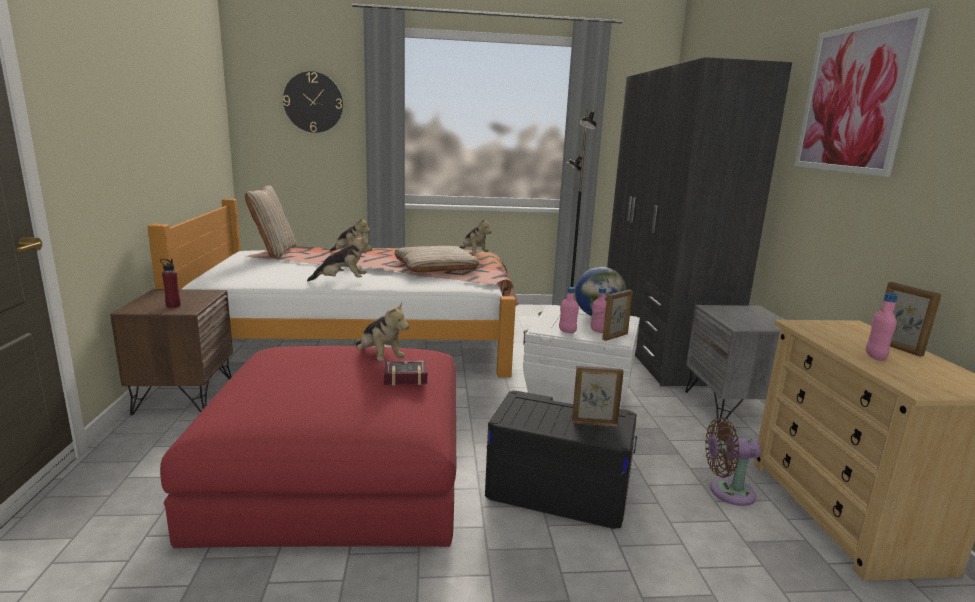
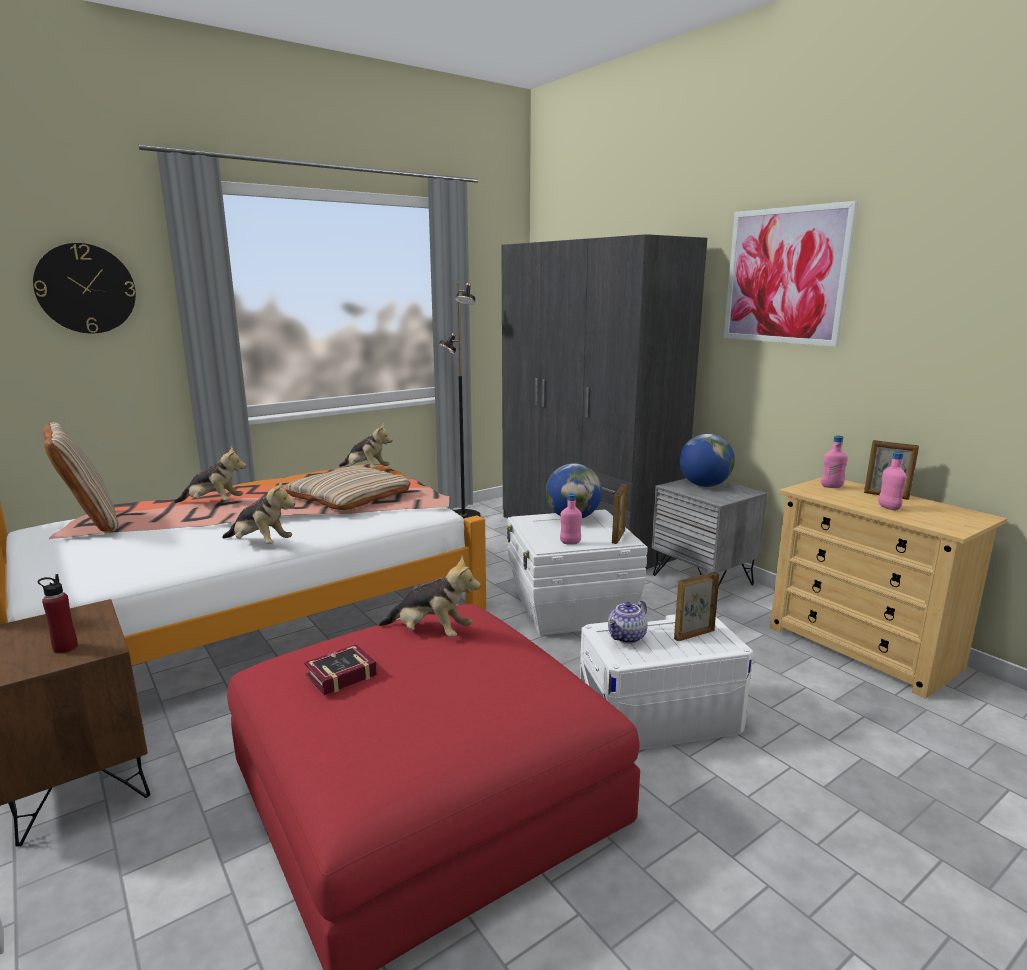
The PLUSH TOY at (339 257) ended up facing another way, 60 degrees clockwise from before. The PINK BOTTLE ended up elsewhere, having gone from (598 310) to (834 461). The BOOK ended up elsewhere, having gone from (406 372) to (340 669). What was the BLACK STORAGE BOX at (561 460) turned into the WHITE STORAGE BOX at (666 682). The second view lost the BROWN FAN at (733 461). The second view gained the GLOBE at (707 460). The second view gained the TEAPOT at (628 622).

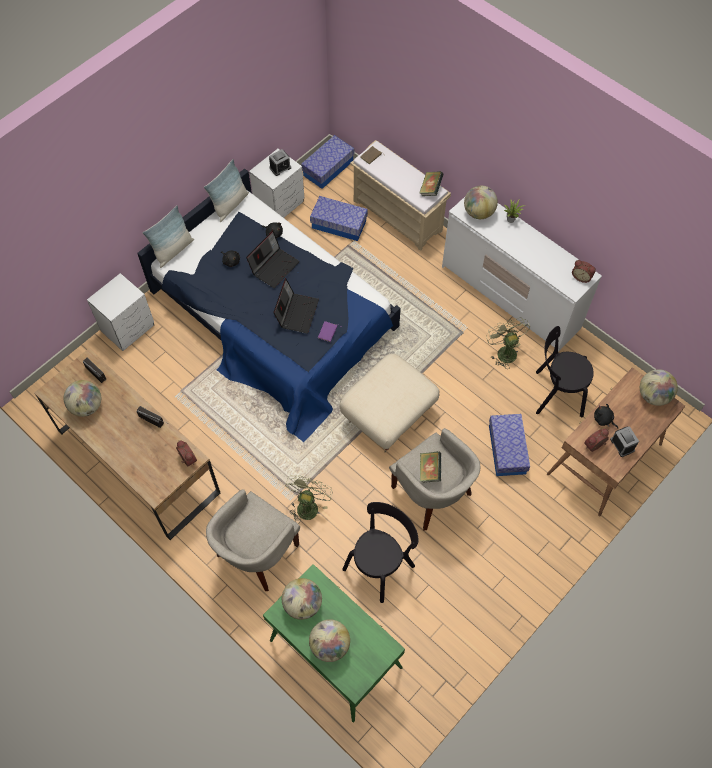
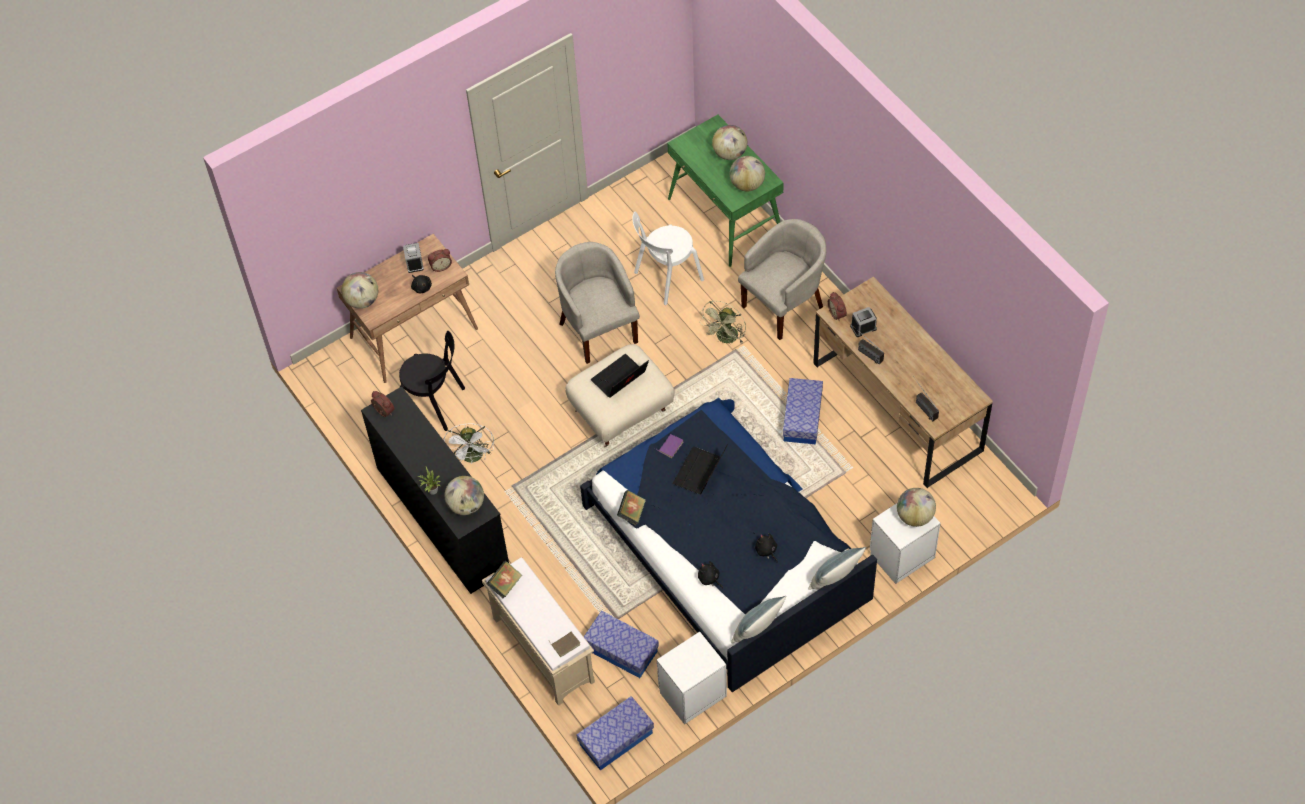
The ALARM CLOCK ended up elsewhere, having gone from (280 162) to (863 322). What was the WHITE DRESSER at (522 274) turned into the BLACK DRESSER at (435 490). The LAPTOP ended up elsewhere, having gone from (273 259) to (620 376). What was the GREEN FAN at (508 342) turned into the WHITE FAN at (469 443). The GLOBE ended up elsewhere, having gone from (82 398) to (916 507). The STORAGE BOX ended up elsewhere, having gone from (509 445) to (803 411). The BOOK ended up elsewhere, having gone from (430 467) to (631 508). What was the BLACK CHAIR at (380 552) turned into the WHITE CHAIR at (668 258).

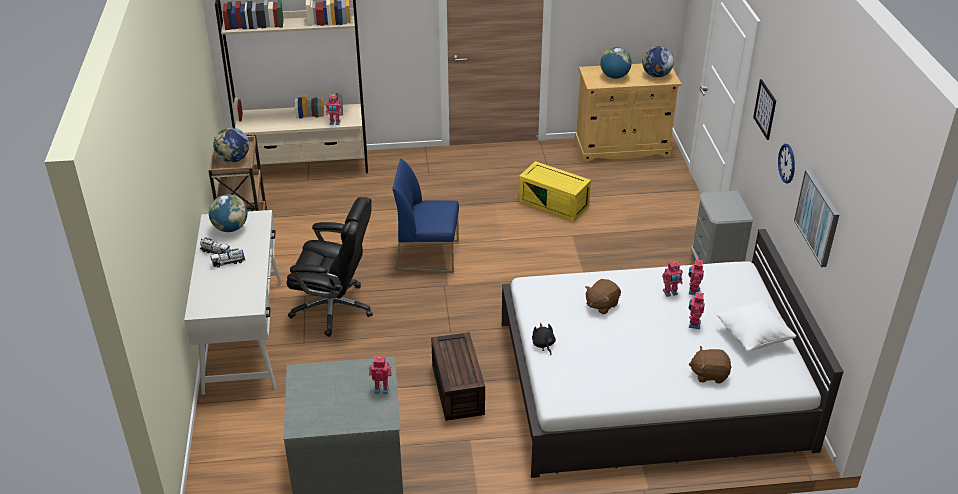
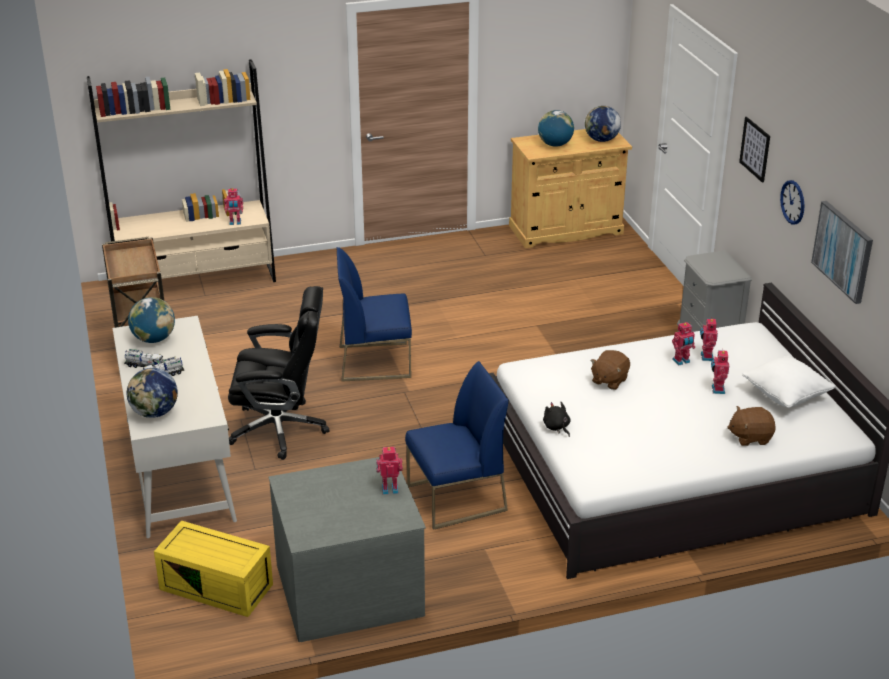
The GLOBE ended up elsewhere, having gone from (231 145) to (152 393). The YELLOW STORAGE BOX ended up elsewhere, having gone from (555 191) to (213 569). Where the BROWN STORAGE BOX stood at (458 376), the BLUE CHAIR came to stand at (457 445).

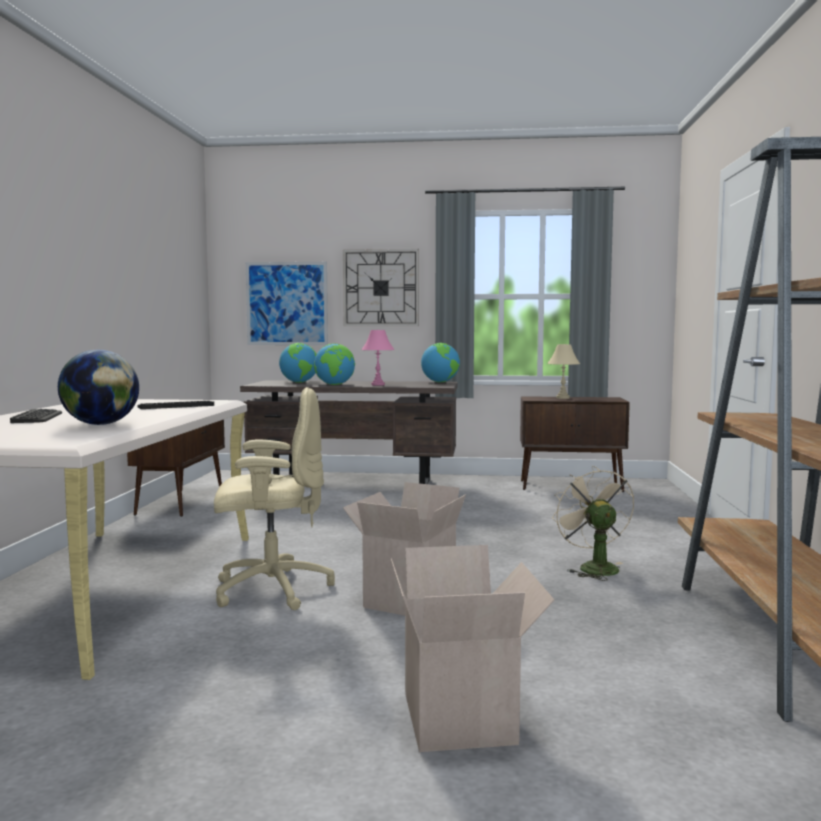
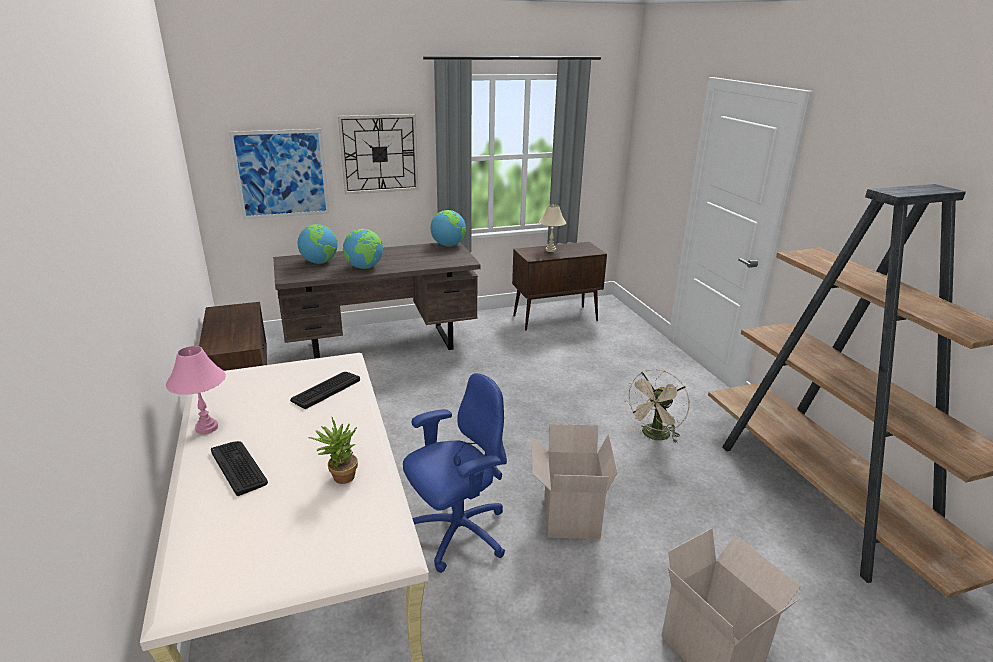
The PINK TABLE LAMP ended up elsewhere, having gone from (377 357) to (196 390). Where the GLOBE stood at (98 387), the POTTED PLANT came to stand at (333 450). What was the BEIGE OFFICE CHAIR at (274 498) turned into the BLUE OFFICE CHAIR at (455 473). The BEIGE FAN at (593 523) ended up facing another way, 105 degrees counterclockwise from before.

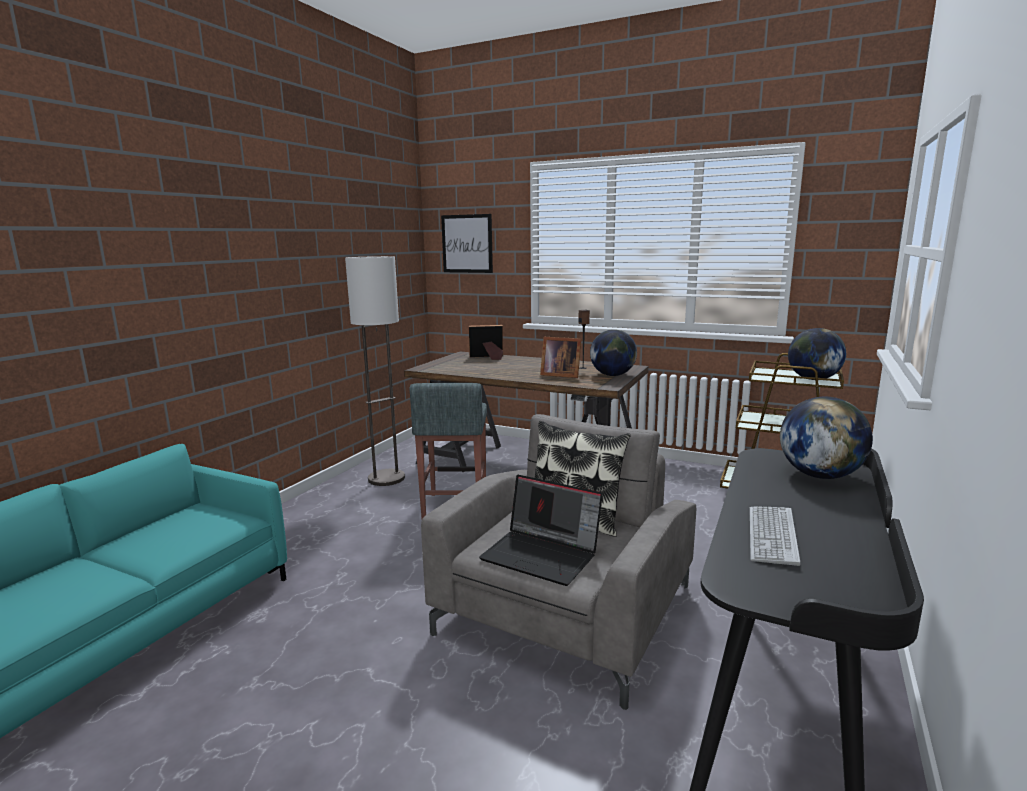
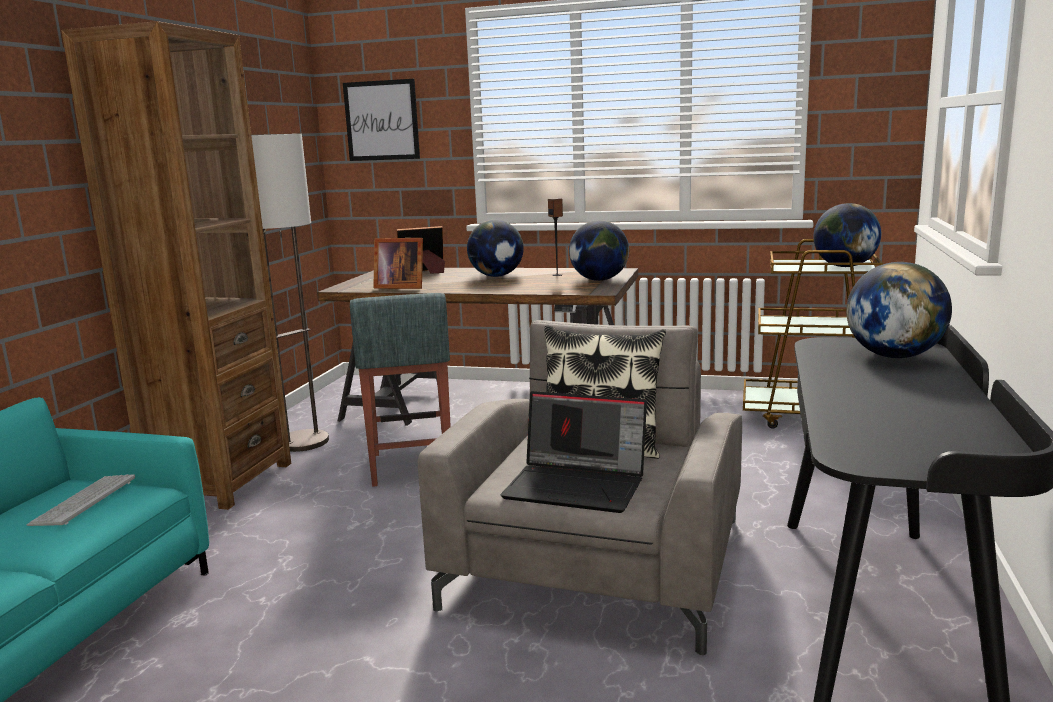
The PICTURE FRAME ended up elsewhere, having gone from (561 357) to (398 263). The KEYBOARD ended up elsewhere, having gone from (775 536) to (80 500). The second view gained the BROWN BOOKCASE at (176 265). The second view gained the GLOBE at (495 248).

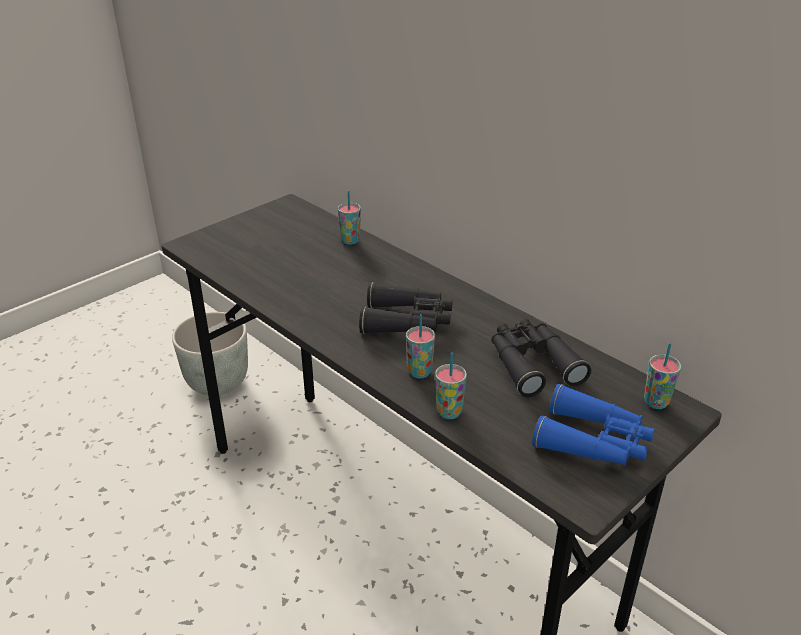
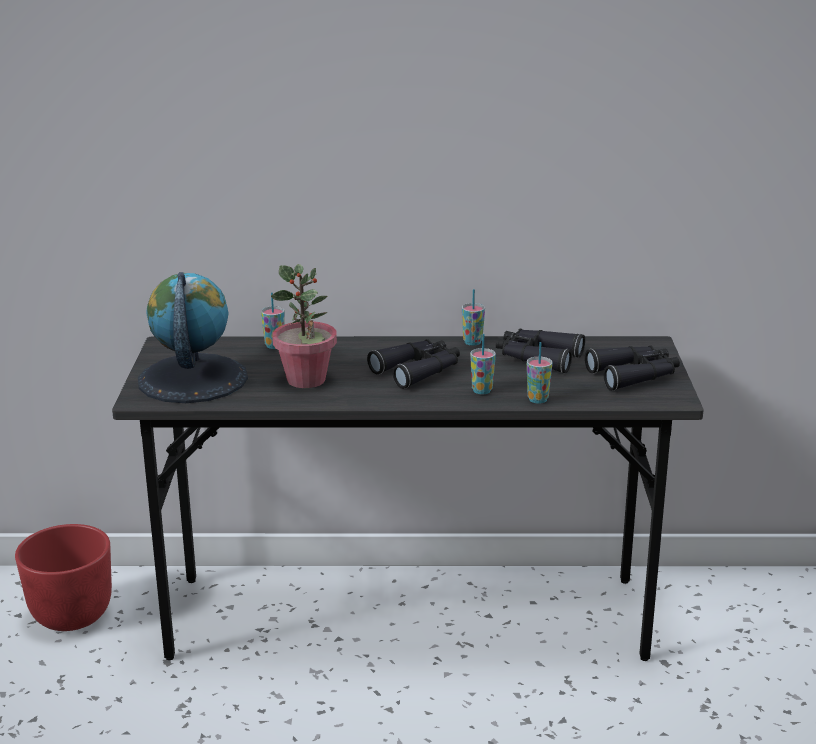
What was the GREY PLANTER at (210 353) turned into the RED PLANTER at (63 577). The CUP ended up elsewhere, having gone from (662 376) to (473 317). What was the BLUE BINOCULARS at (593 425) turned into the BLACK BINOCULARS at (632 368). The second view gained the POTTED PLANT at (304 326). The second view gained the GLOBE at (193 337).

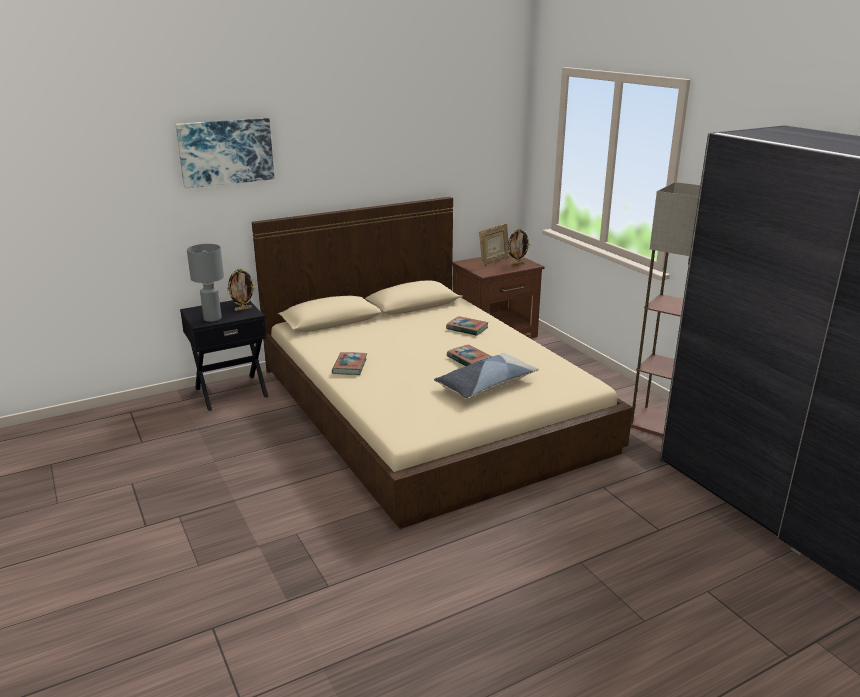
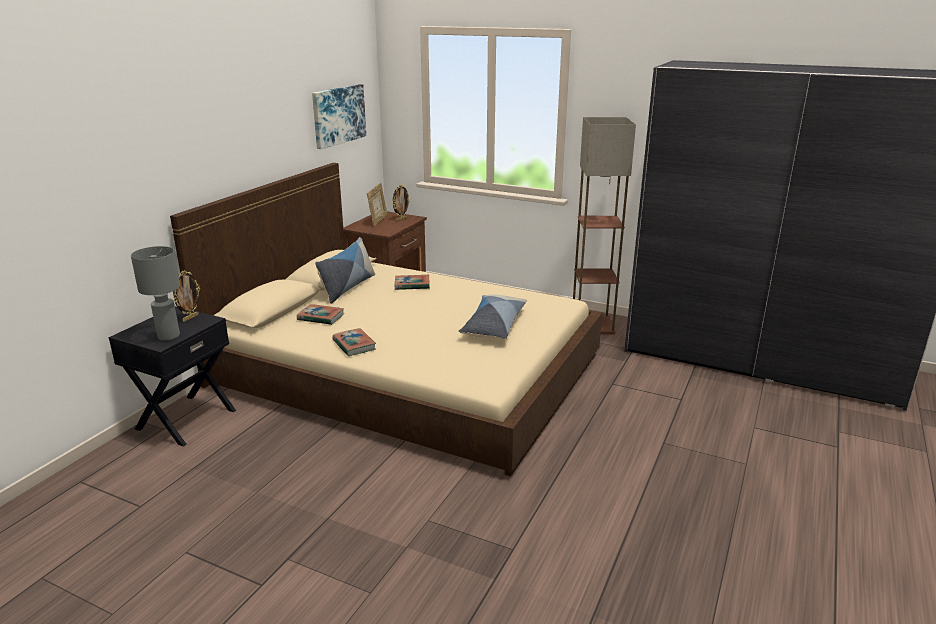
The PICTURE ended up elsewhere, having gone from (224 153) to (339 116). The BOOK ended up elsewhere, having gone from (469 355) to (320 314). The second view gained the PILLOW at (345 270).

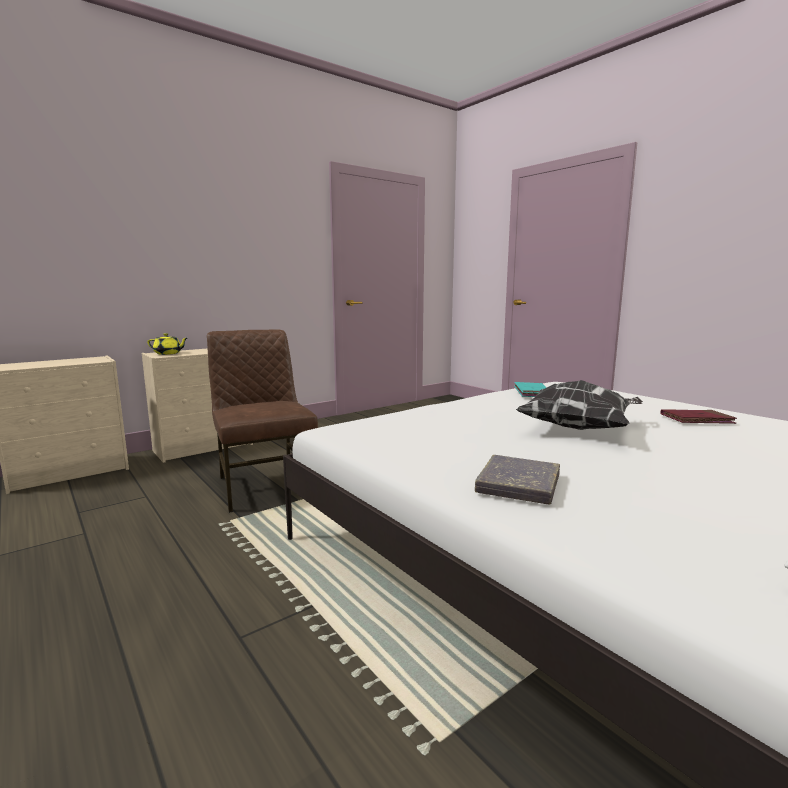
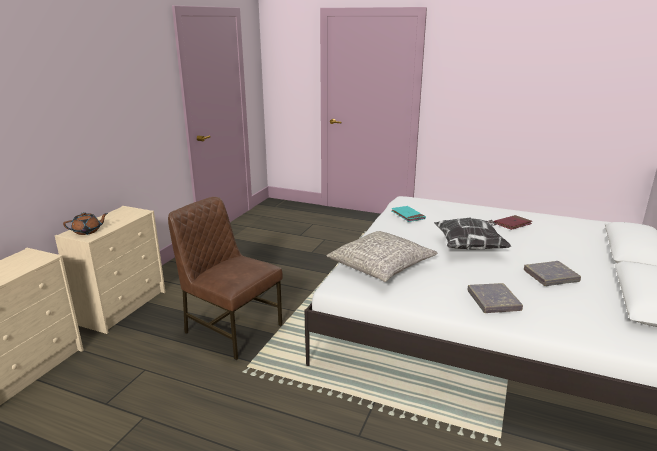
What was the YELLOW TEAPOT at (167 344) turned into the BROWN TEAPOT at (85 223). The second view gained the GREY PILLOW at (382 256). The second view gained the GREY BOOK at (552 273).

